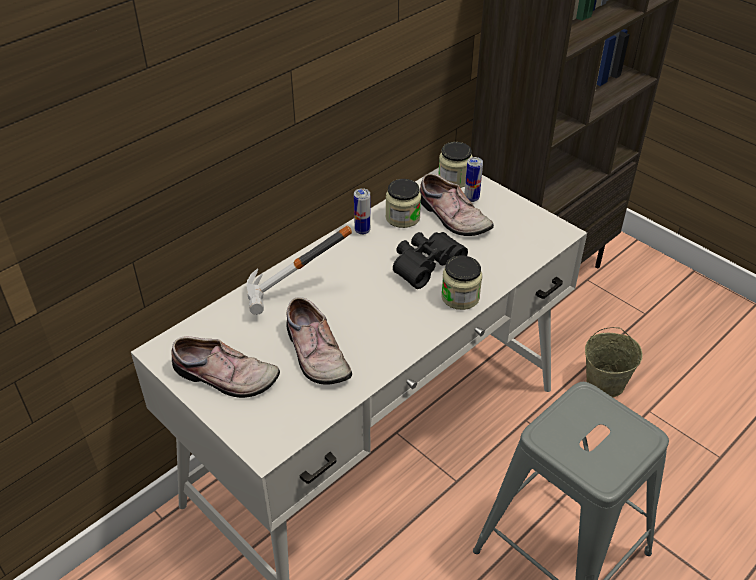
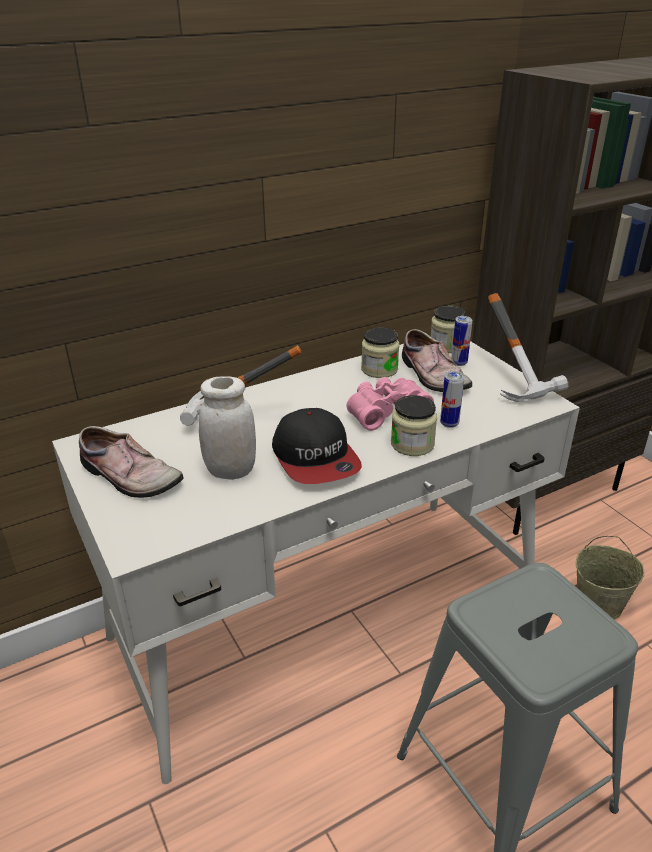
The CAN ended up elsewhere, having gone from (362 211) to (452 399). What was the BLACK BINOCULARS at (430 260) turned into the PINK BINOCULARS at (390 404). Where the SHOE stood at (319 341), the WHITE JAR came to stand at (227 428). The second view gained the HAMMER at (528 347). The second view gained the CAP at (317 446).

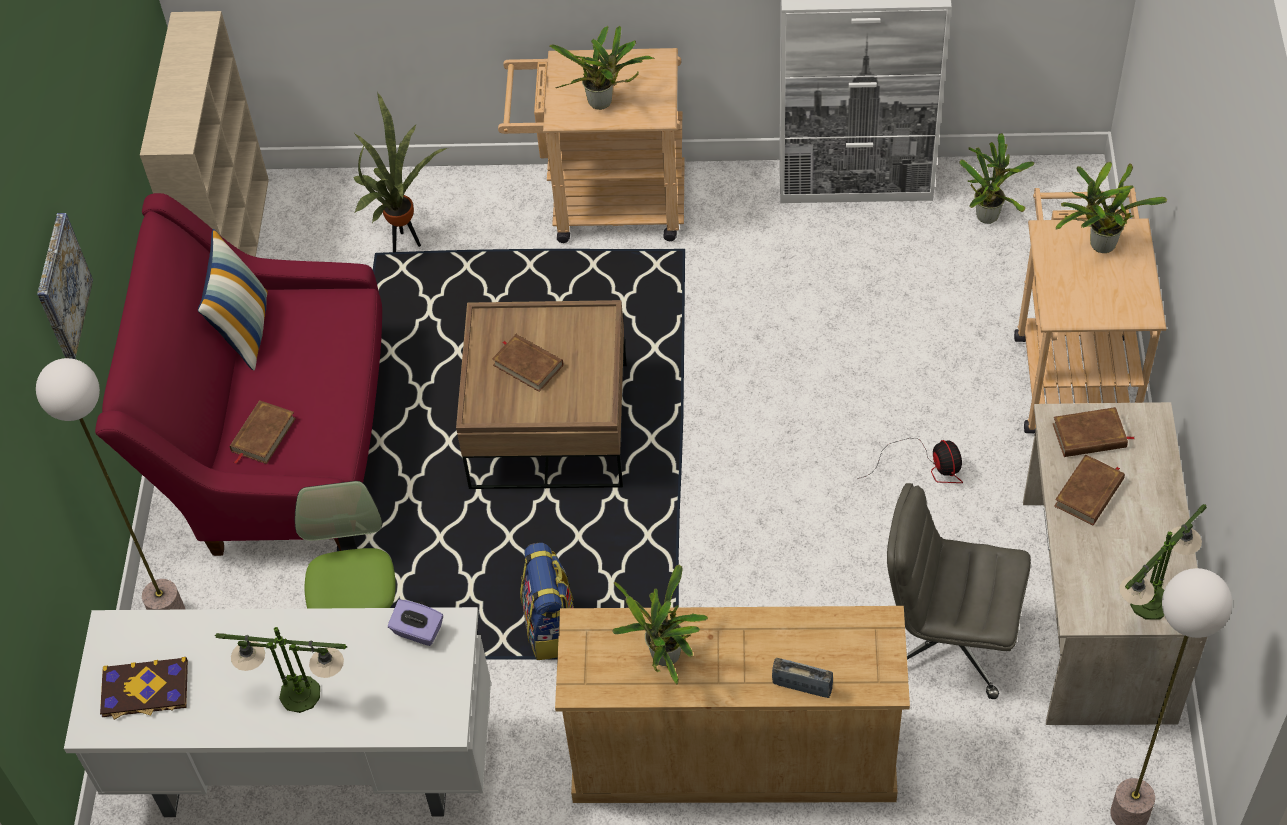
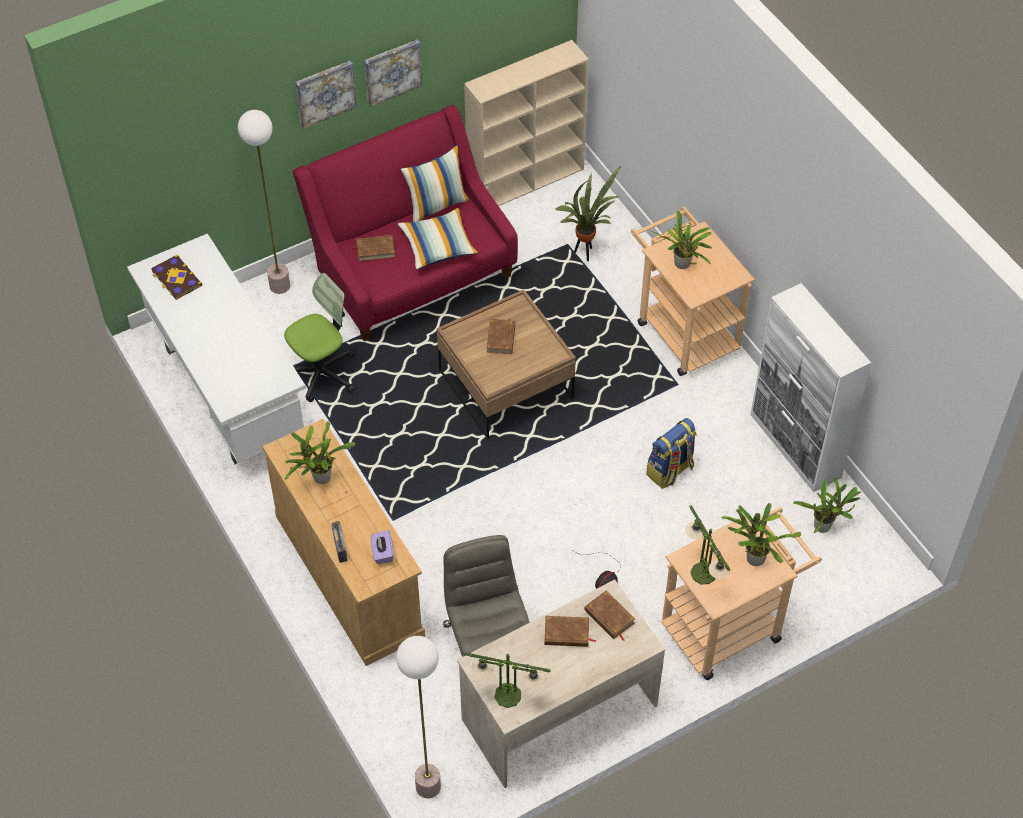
The BACKPACK ended up elsewhere, having gone from (547 601) to (671 453). The PURPLE TISSUE BOX ended up elsewhere, having gone from (415 622) to (382 547). The TABLE LAMP ended up elsewhere, having gone from (281 670) to (707 544). The second view gained the PICTURE at (393 73). The second view gained the PILLOW at (438 238).

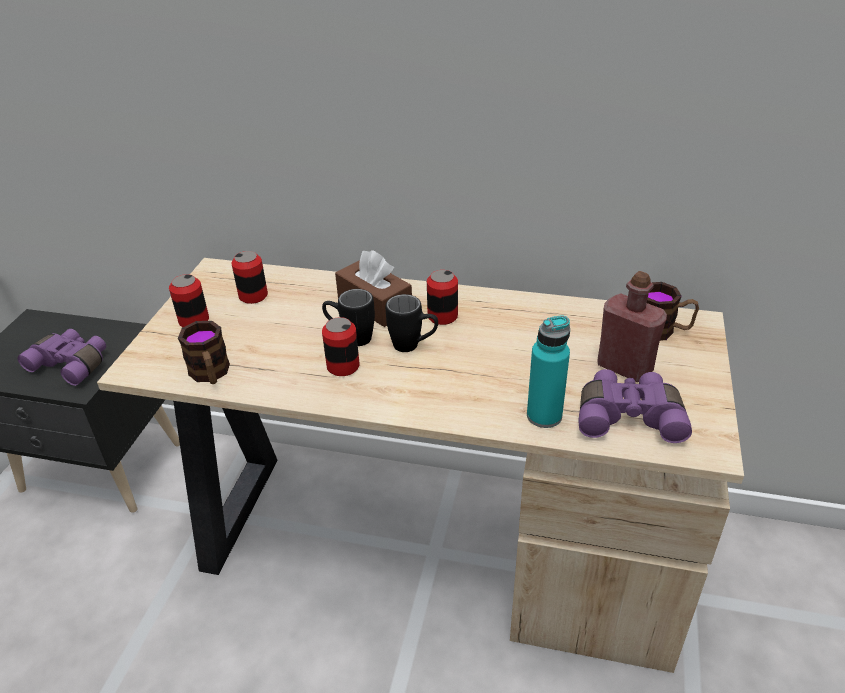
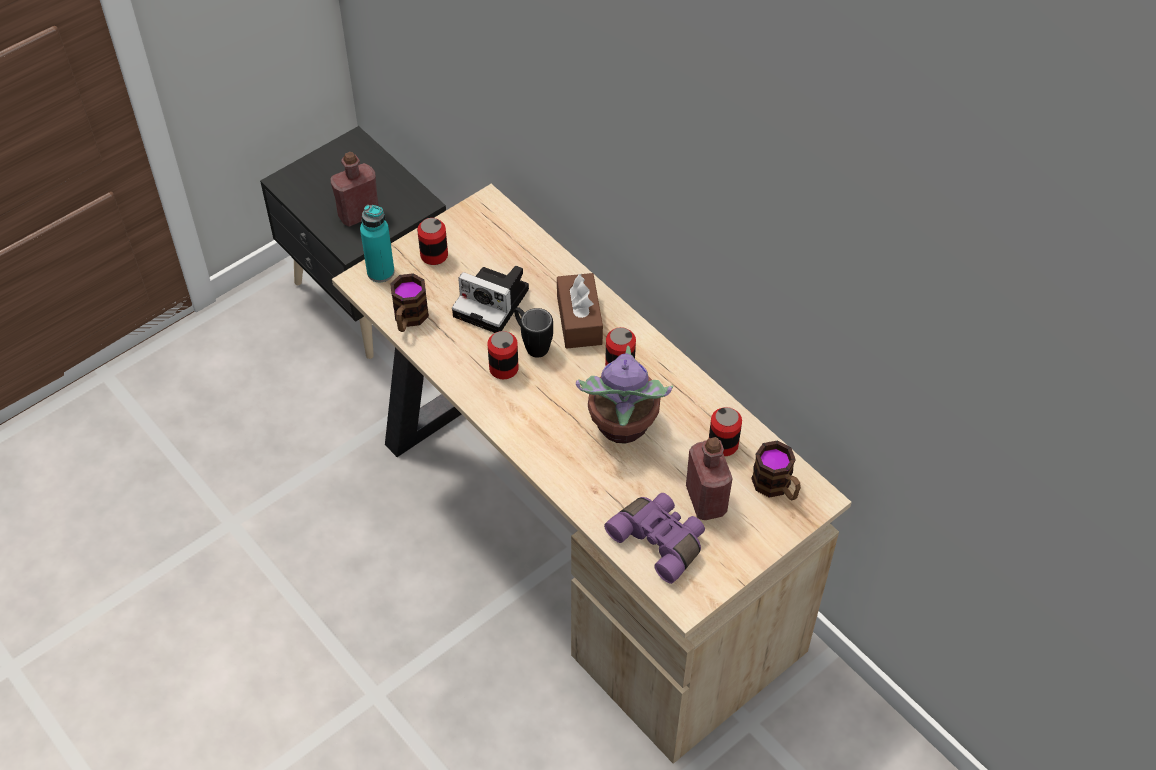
The CAN ended up elsewhere, having gone from (249 277) to (725 431). The second view lost the BLACK MUG at (412 323). The TURQUOISE BOTTLE ended up elsewhere, having gone from (548 371) to (377 243). Where the PURPLE BINOCULARS stood at (61 357), the RED BOTTLE came to stand at (355 189). The second view gained the PHOTO CAMERA at (490 299). The second view gained the POTTED PLANT at (624 395).

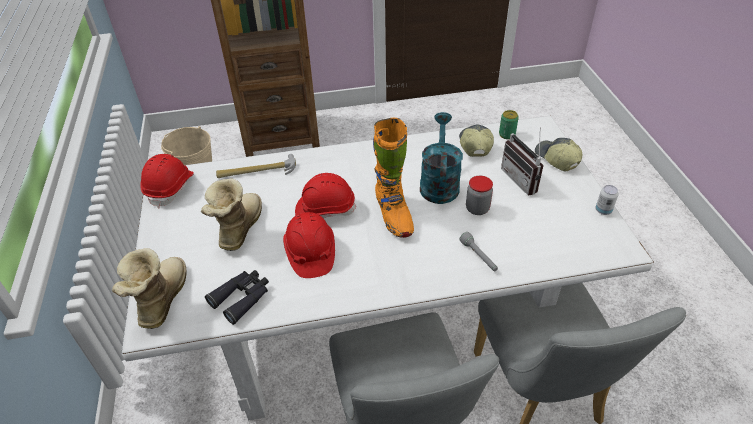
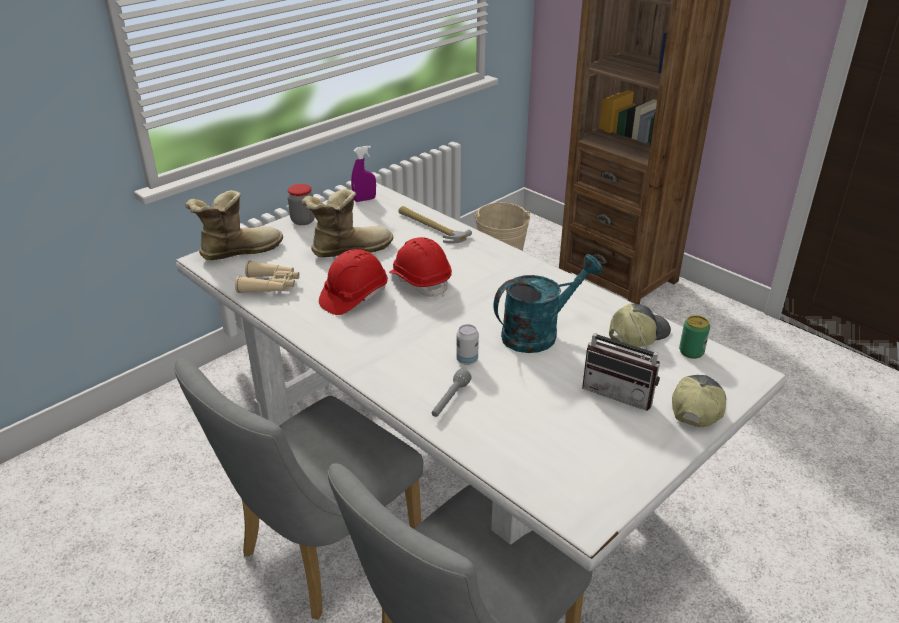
The second view lost the ORANGE BOOT at (393 178). The RADIO at (522 161) ended up facing another way, 90 degrees counterclockwise from before. Where the RED HARD HAT stood at (167 181), the PURPLE SPRAY BOTTLE came to stand at (363 174). The JAR ended up elsewhere, having gone from (479 195) to (301 204). The CAN ended up elsewhere, having gone from (606 200) to (467 344). What was the BLACK BINOCULARS at (237 297) turned into the BEIGE BINOCULARS at (267 277).

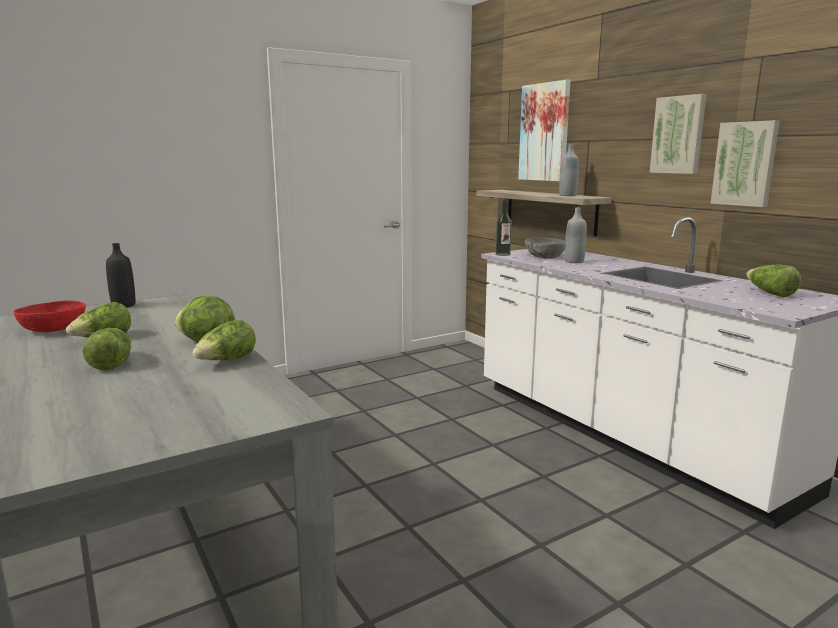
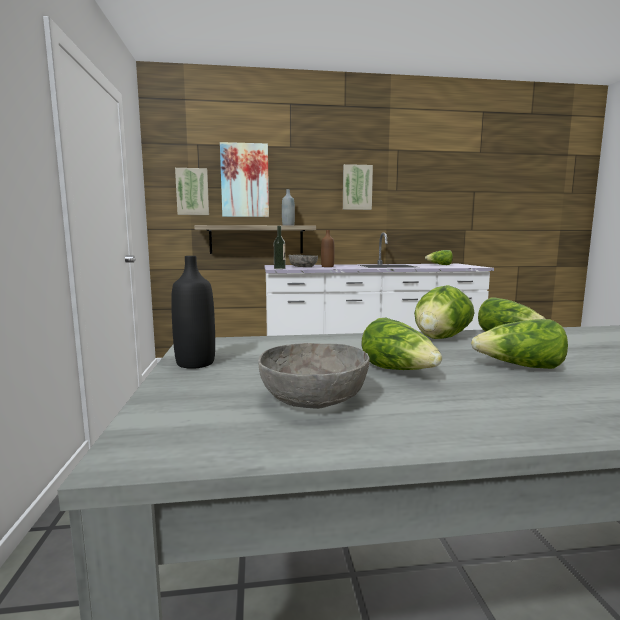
The PICTURE ended up elsewhere, having gone from (745 163) to (192 191). What was the GREY BOTTLE at (576 235) turned into the BROWN BOTTLE at (328 248). What was the RED BOWL at (49 316) turned into the GREY BOWL at (314 376).

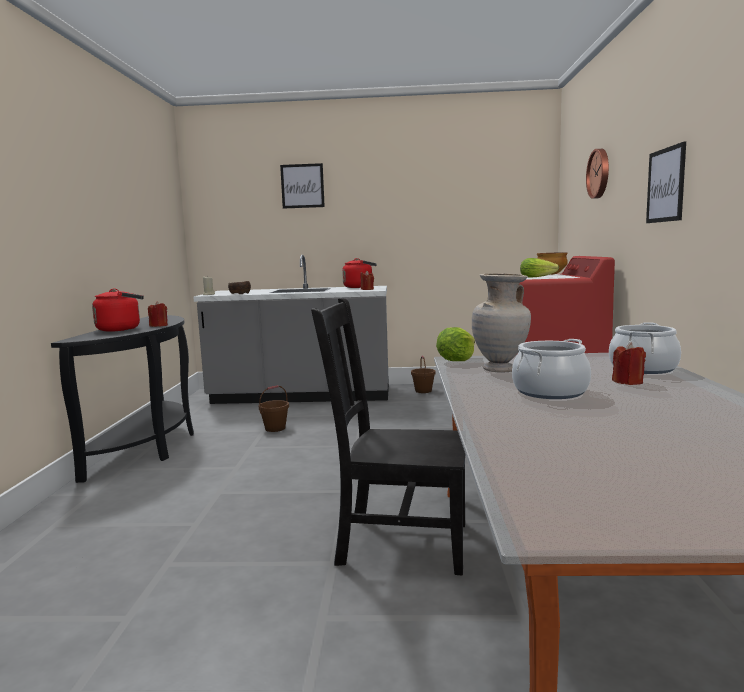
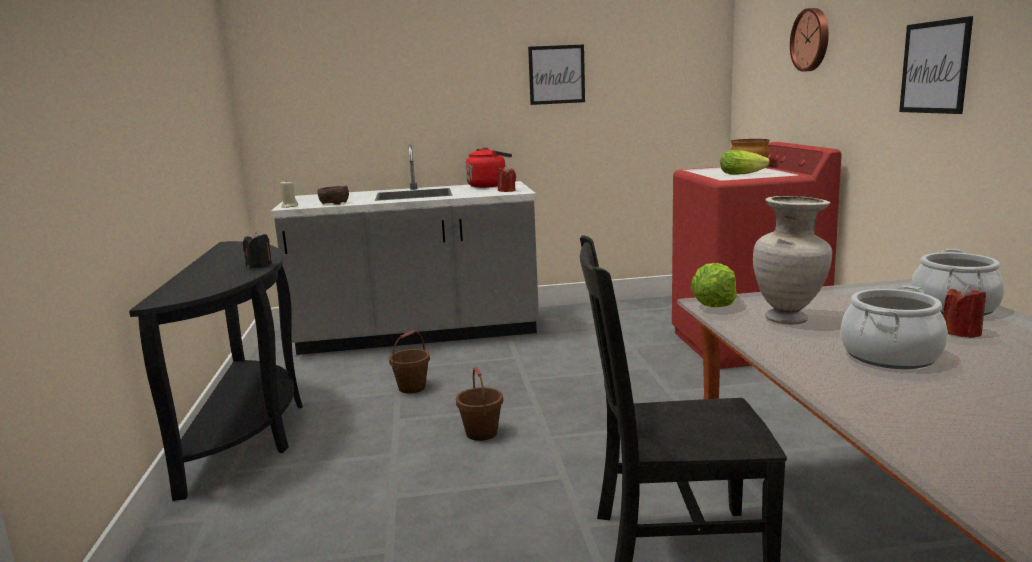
The PICTURE ended up elsewhere, having gone from (302 186) to (556 75). The second view lost the RED KETTLE at (118 310). What was the RED CANDLE at (158 314) turned into the BLACK CANDLE at (257 249). The BROWN BUCKET ended up elsewhere, having gone from (423 374) to (479 404).

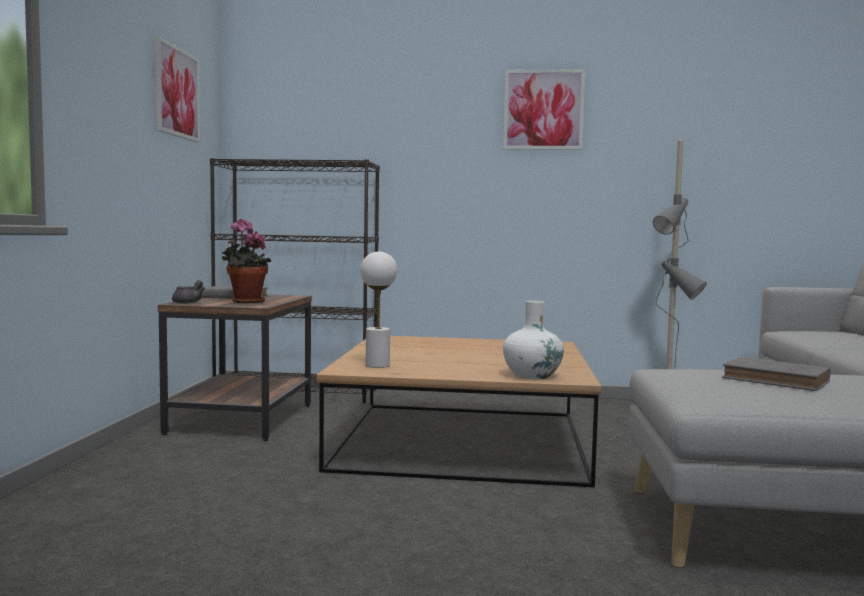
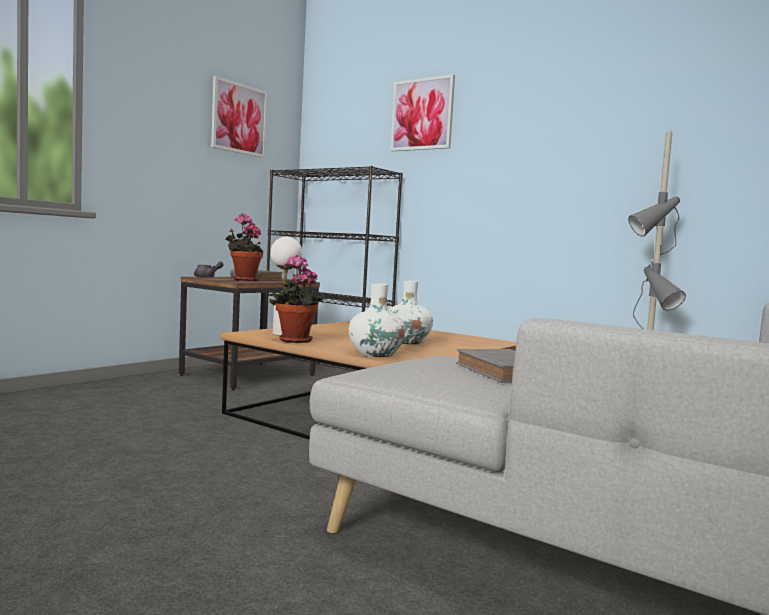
The PICTURE ended up elsewhere, having gone from (544 109) to (422 112). The second view gained the POTTED PLANT at (297 299). The second view gained the WHITE VASE at (411 312).

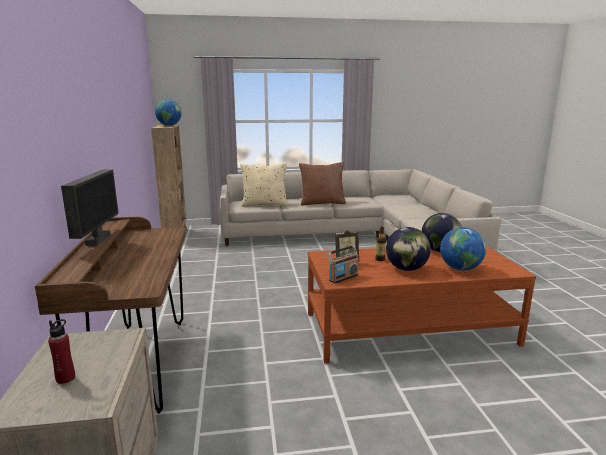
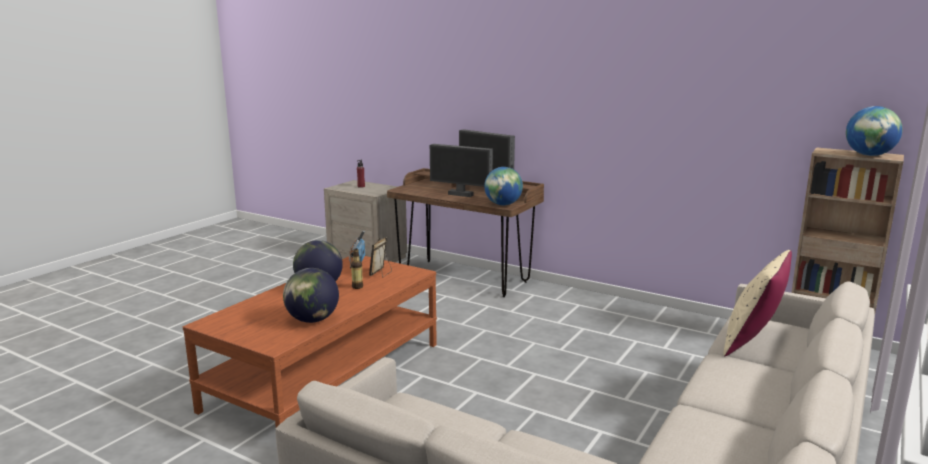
The second view lost the BROWN PILLOW at (322 184). The GLOBE ended up elsewhere, having gone from (463 249) to (503 186). The second view gained the MONITOR at (461 170).

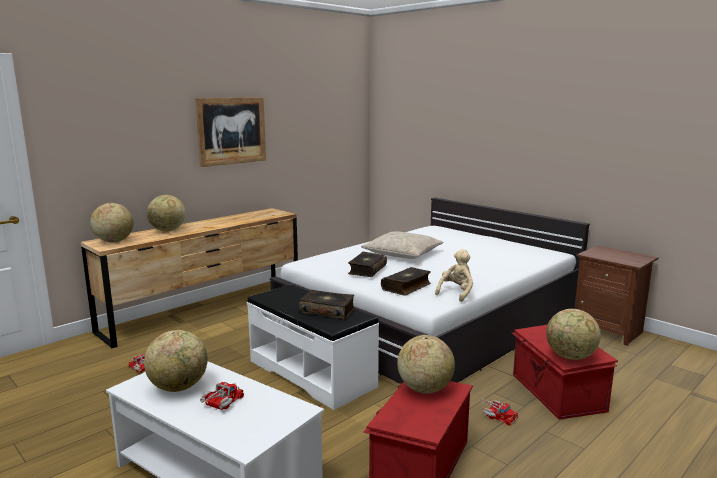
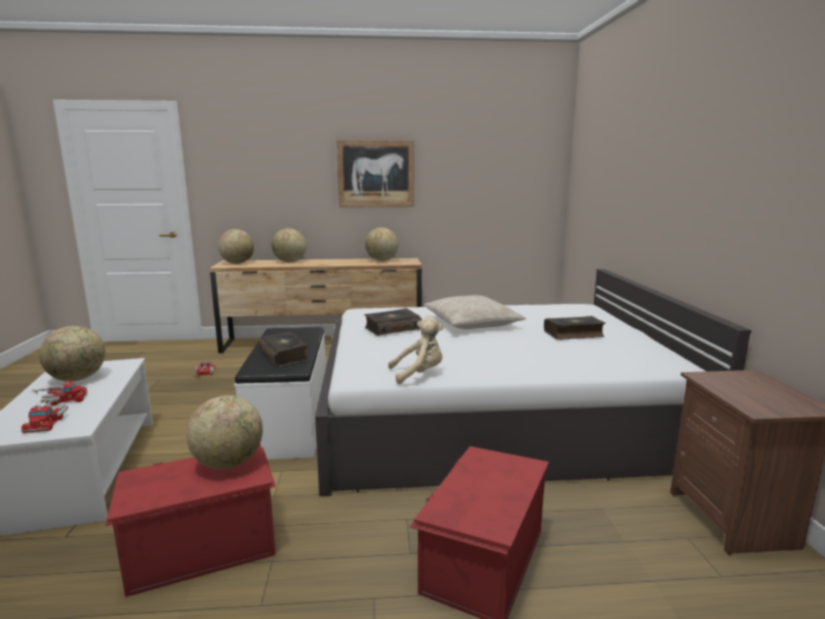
The BOOK ended up elsewhere, having gone from (406 281) to (574 328). The GLOBE ended up elsewhere, having gone from (573 334) to (381 244). The TOY TRUCK ended up elsewhere, having gone from (499 412) to (44 415).

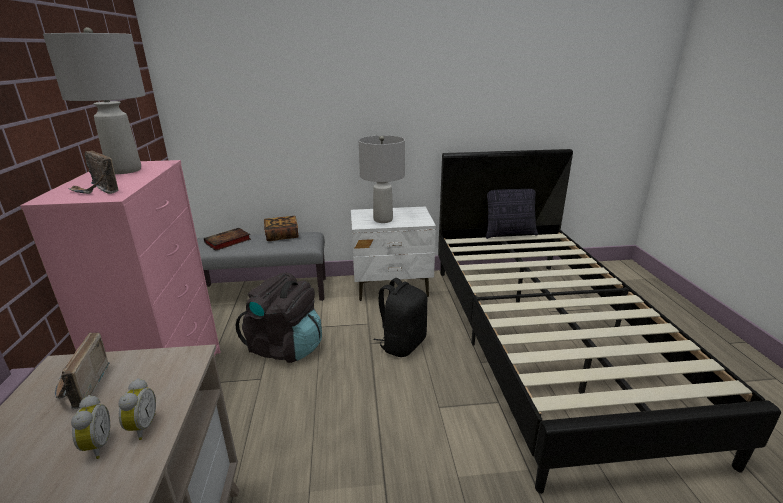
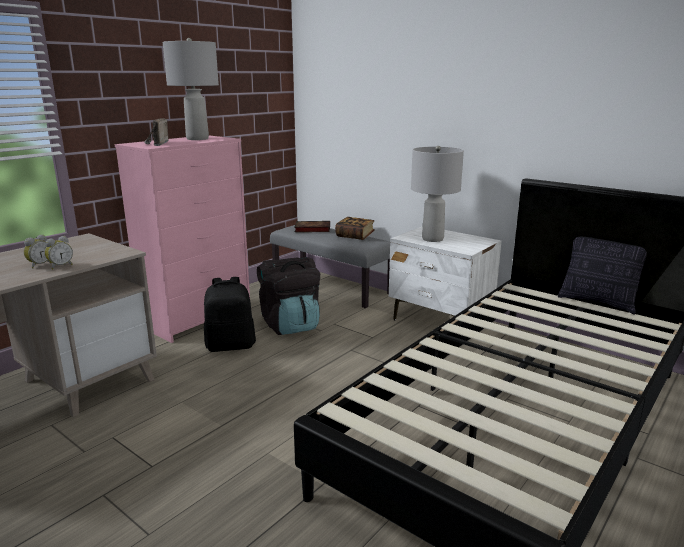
The BLACK BACKPACK ended up elsewhere, having gone from (400 317) to (230 314). The second view lost the RADIO at (82 371).

